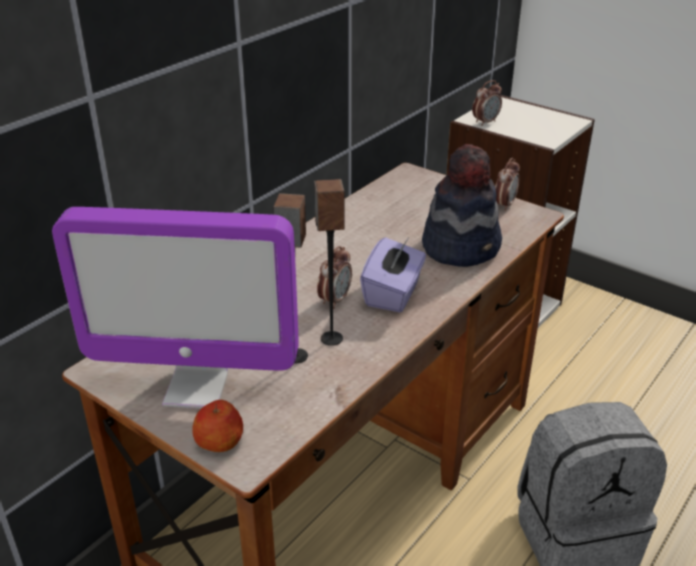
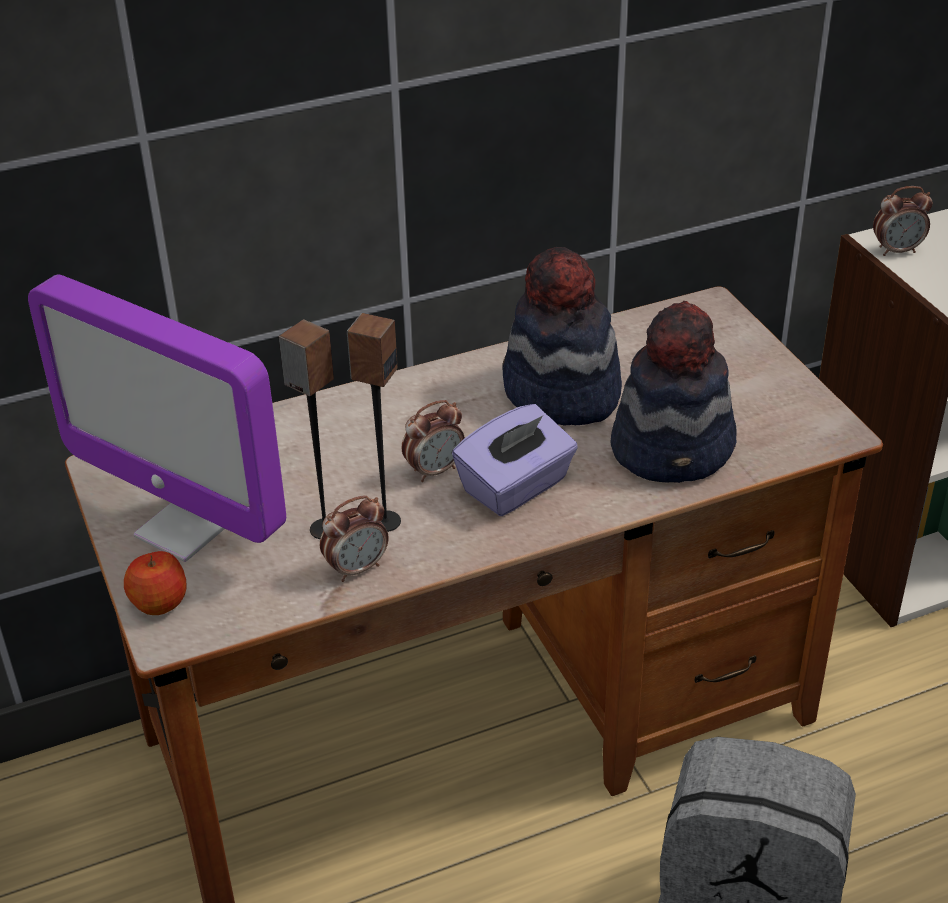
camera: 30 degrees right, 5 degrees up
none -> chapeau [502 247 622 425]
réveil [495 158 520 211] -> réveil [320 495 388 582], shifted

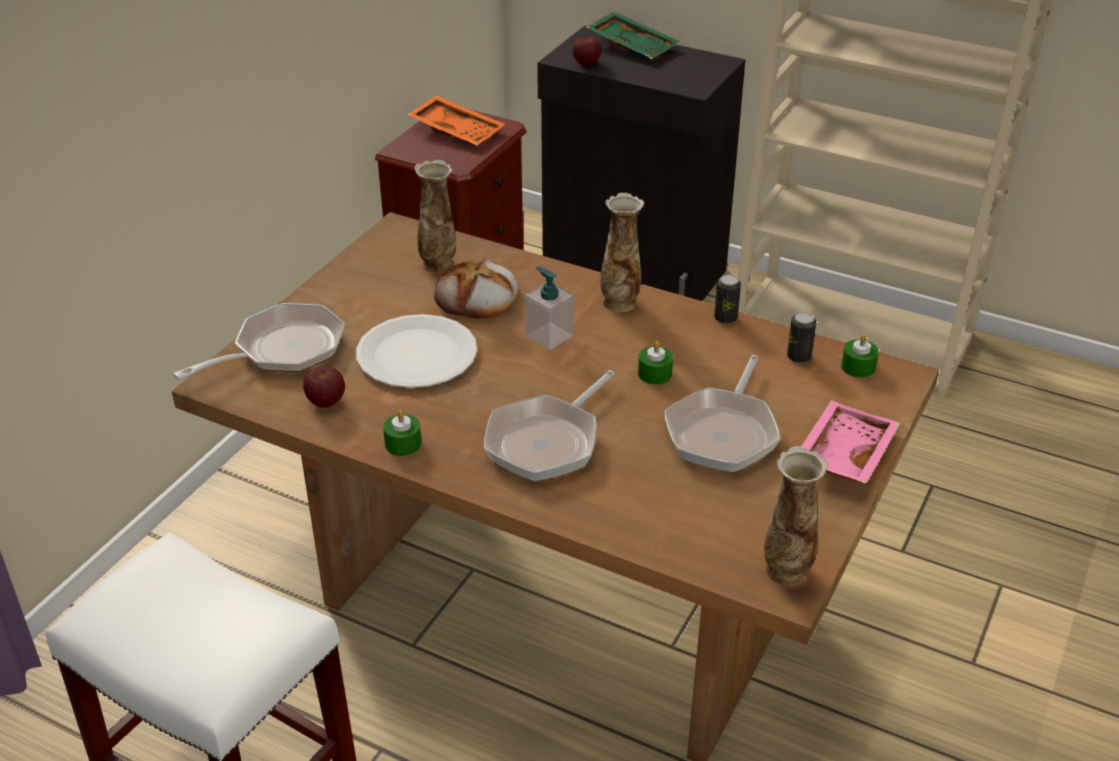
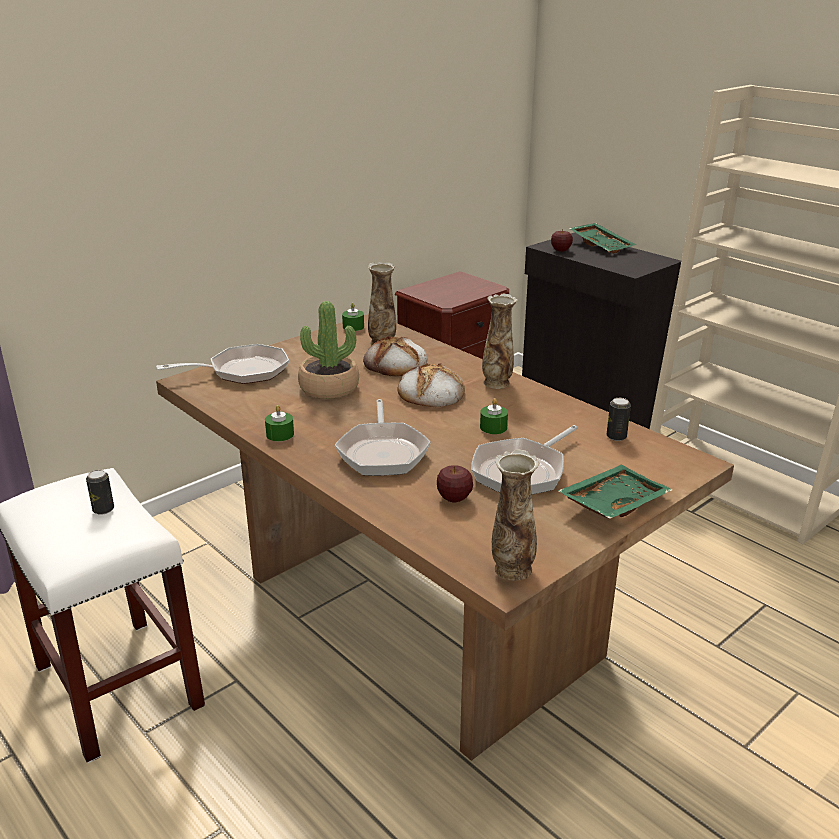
camera: 20 degrees right, 10 degrees down
plateau (orange) [407 95 505 146] -> none
pomme [303 366 345 408] -> pomme [437 465 473 502], shifted
boîte métallique [714 274 741 324] -> boîte métallique [86 470 114 515], shifted
bougie (vert) [841 334 879 378] -> bougie (vert) [342 303 364 331], shifted
assiette (blanc) [356 314 477 388] -> plante en pot [298 301 359 399]
distributeur de savon [525 266 574 350] -> pain [397 363 465 407]
plateau (rose) [801 400 900 484] -> plateau (vert) [558 465 672 519]
poêle [484 370 615 481] -> poêle [334 399 431 476], 60 degrees counterclockwise

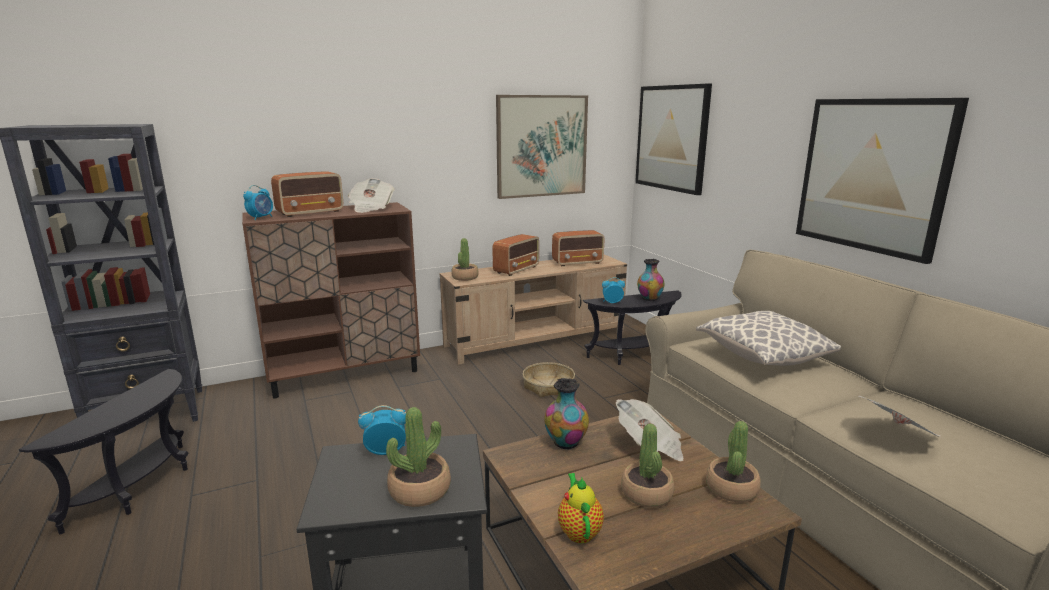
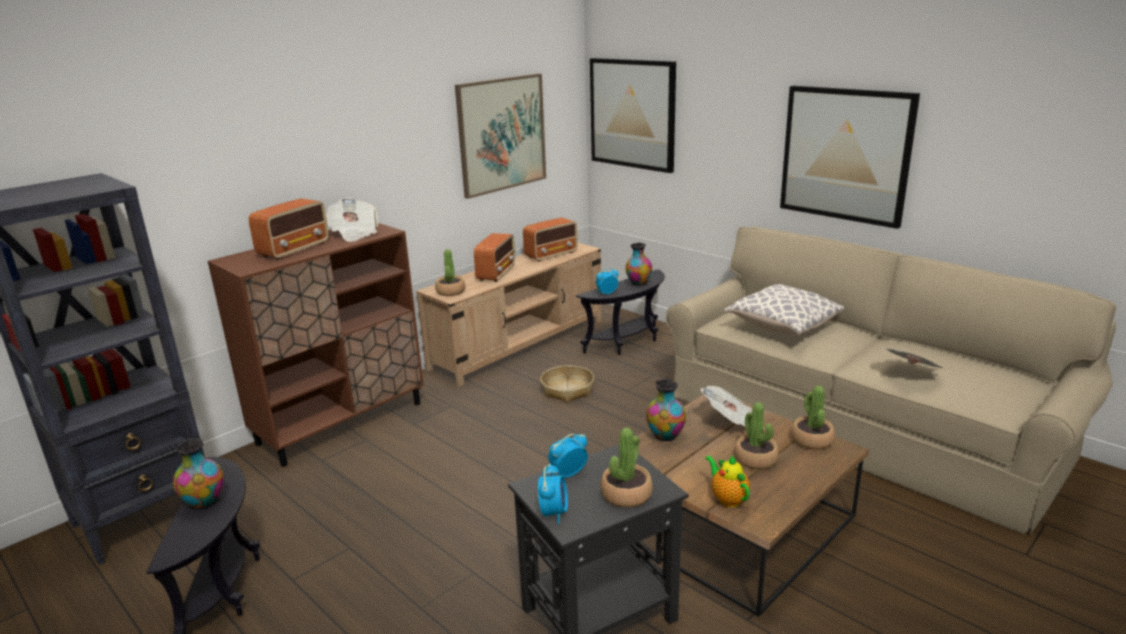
camera: 20 degrees left, 5 degrees up
none -> vase [173 438 224 510]
réveil [243 185 273 220] -> réveil [538 463 568 524], shifted

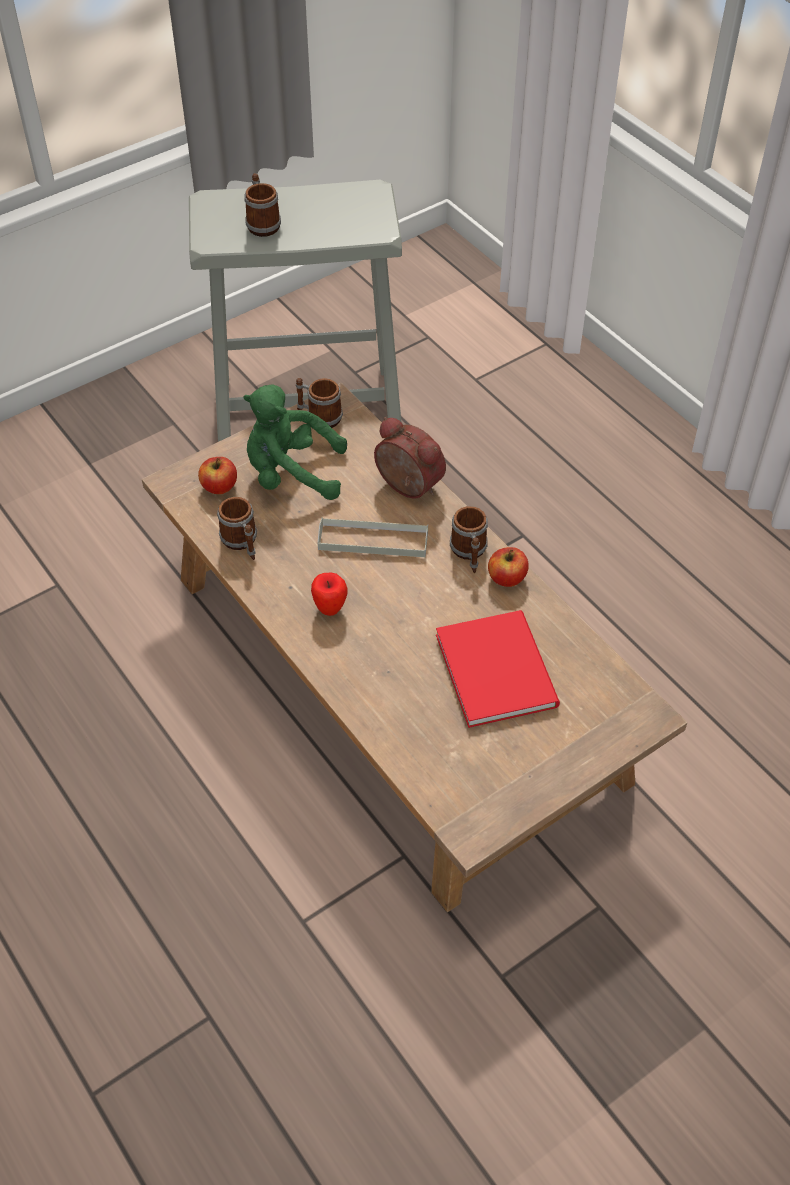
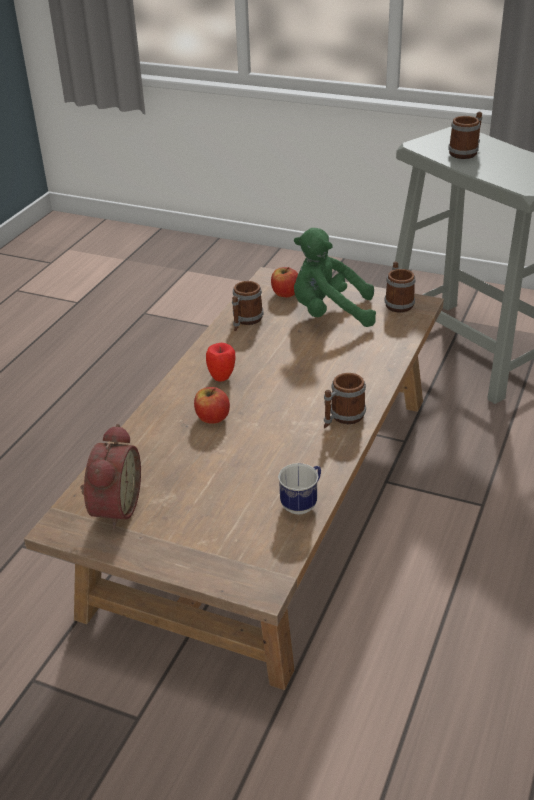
camera: 60 degrees right, 15 degrees down
plateau (gris) [318 517 428 557] -> none
livre (rouge) [436 610 560 728] -> none
none -> mug [278 463 321 515]
réveil [374 417 446 498] -> réveil [81 424 141 529], shifted
pomme [488 547 529 587] -> pomme [194 387 230 424], shifted
peluche (vert) [243 384 347 500] -> peluche (vert) [294 228 376 327], 60 degrees counterclockwise

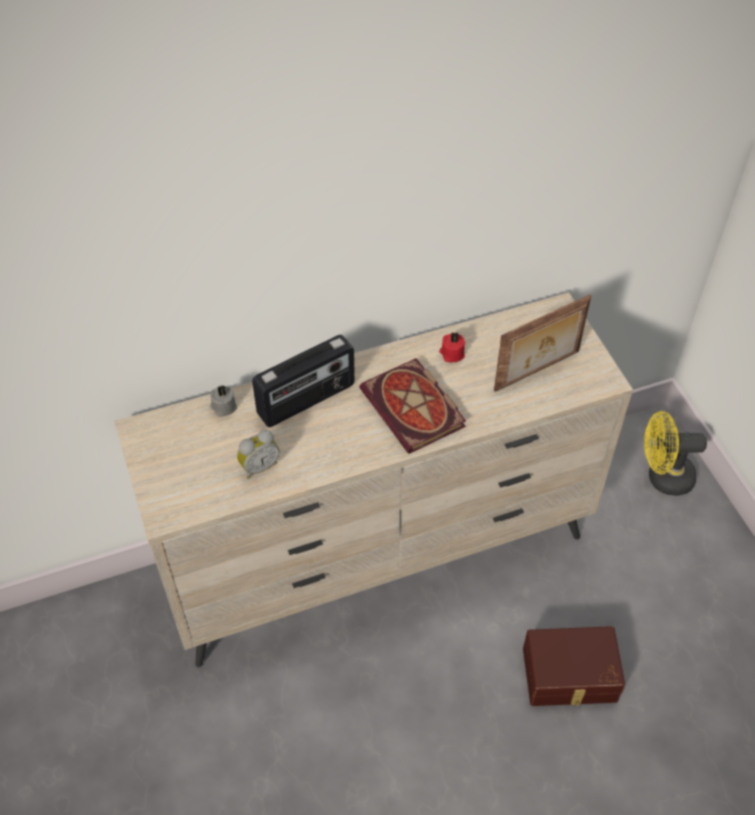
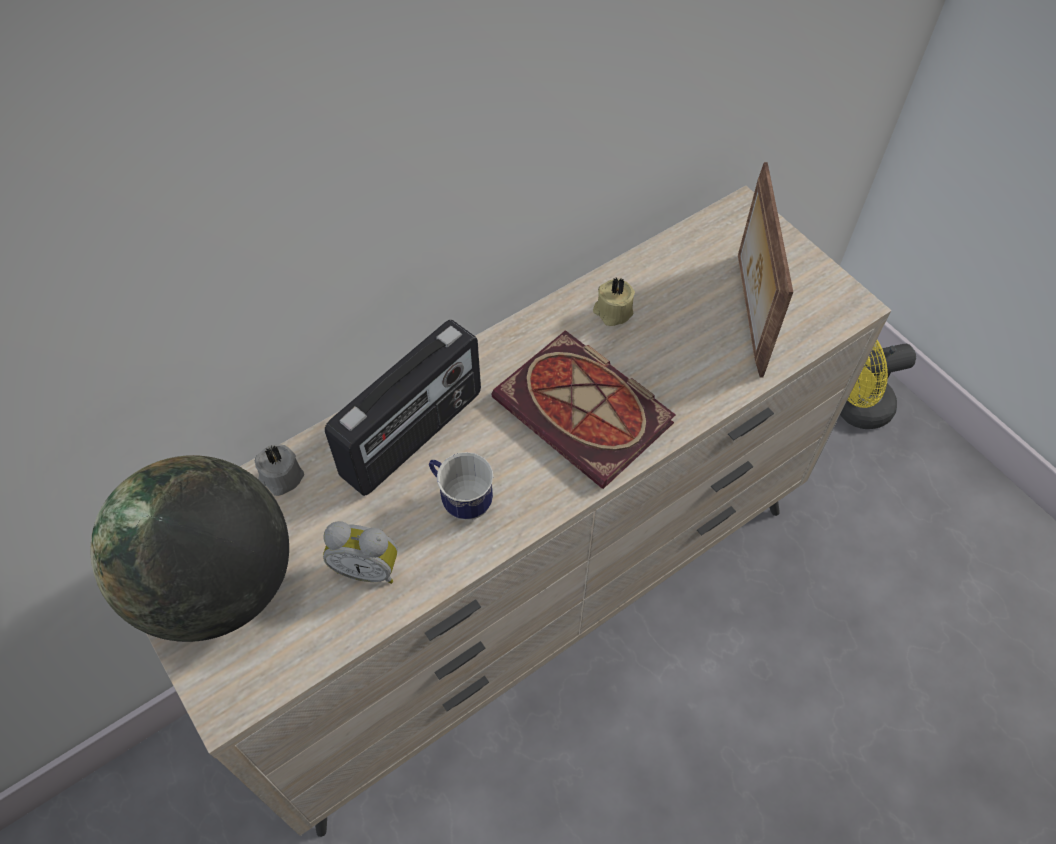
camera: 15 degrees left, 5 degrees up
boîte de rangement (marron) [523 626 625 706] -> none
none -> globe [91 455 289 642]
none -> mug [429 452 493 520]
bougie (rouge) [439 332 465 362] -> bougie (beige) [593 277 635 326]
réveil [237 430 279 478] -> réveil [323 521 397 584], 60 degrees clockwise
cadre photo [494 294 591 392] -> cadre photo [738 162 793 378], 135 degrees clockwise

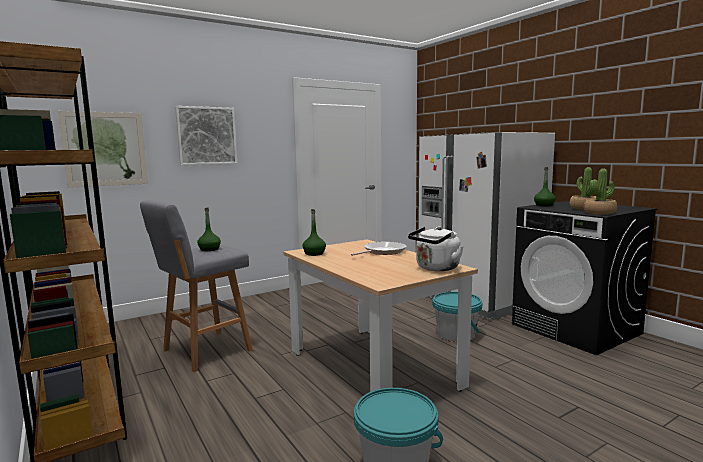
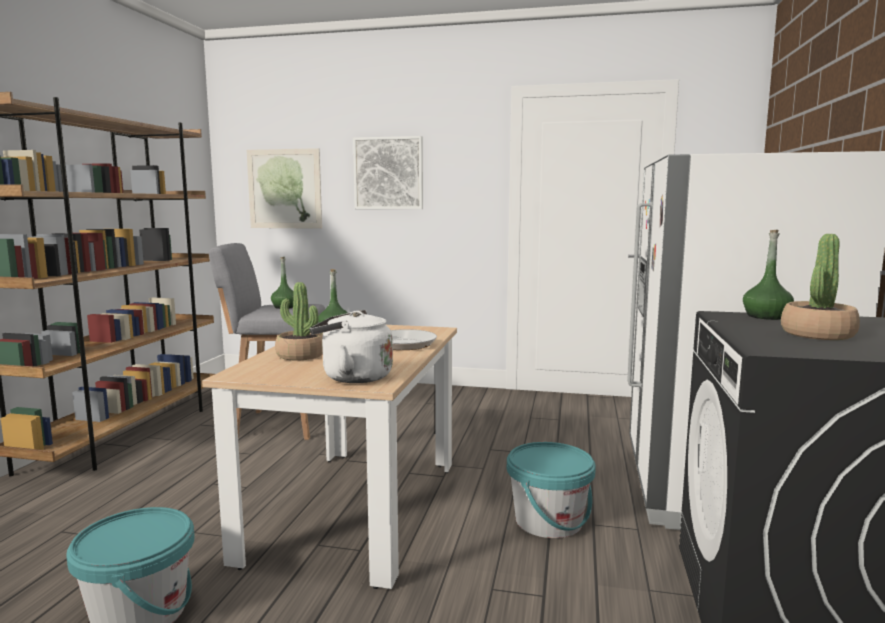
camera: 45 degrees right, 0 degrees up
plante en pot [584 169 617 214] -> plante en pot [275 282 323 361], shifted

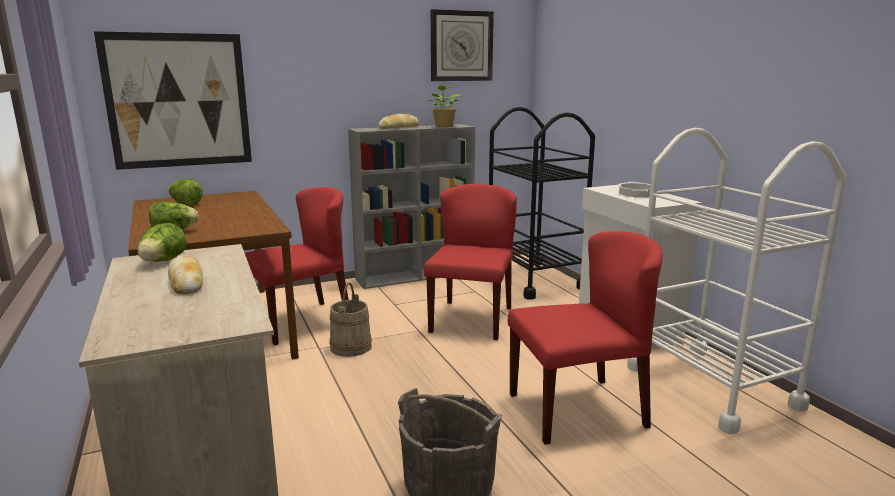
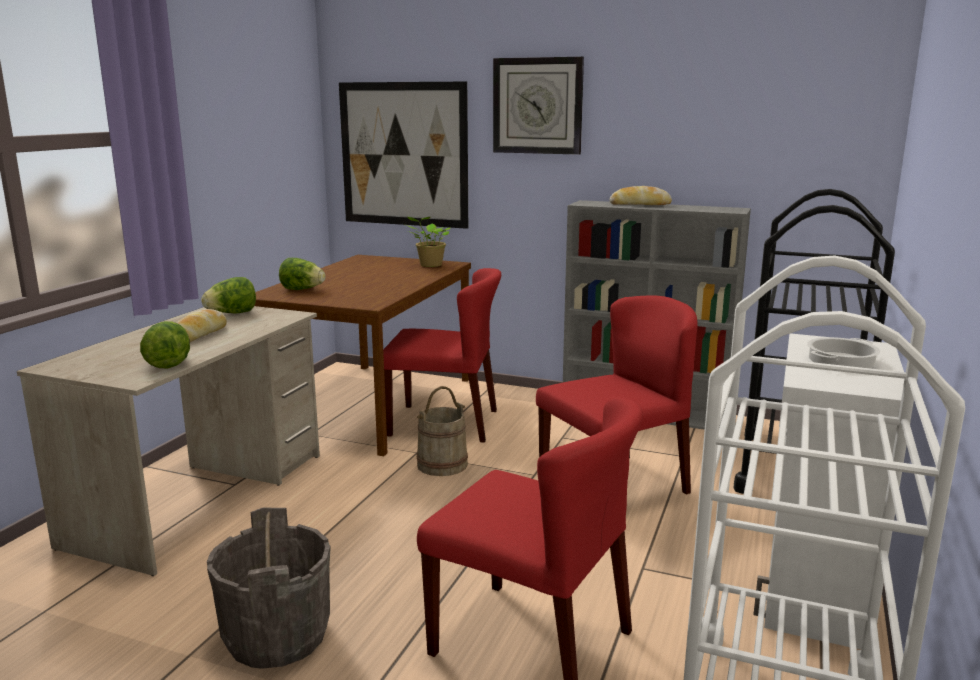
camera: 45 degrees right, 0 degrees up
laitue [168 179 203 206] -> laitue [140 321 190 368], shifted
plante en pot [430 85 461 127] -> plante en pot [406 217 450 267], shifted
horloge murale [431 9 494 81] -> horloge murale [493 57 584 155], shifted

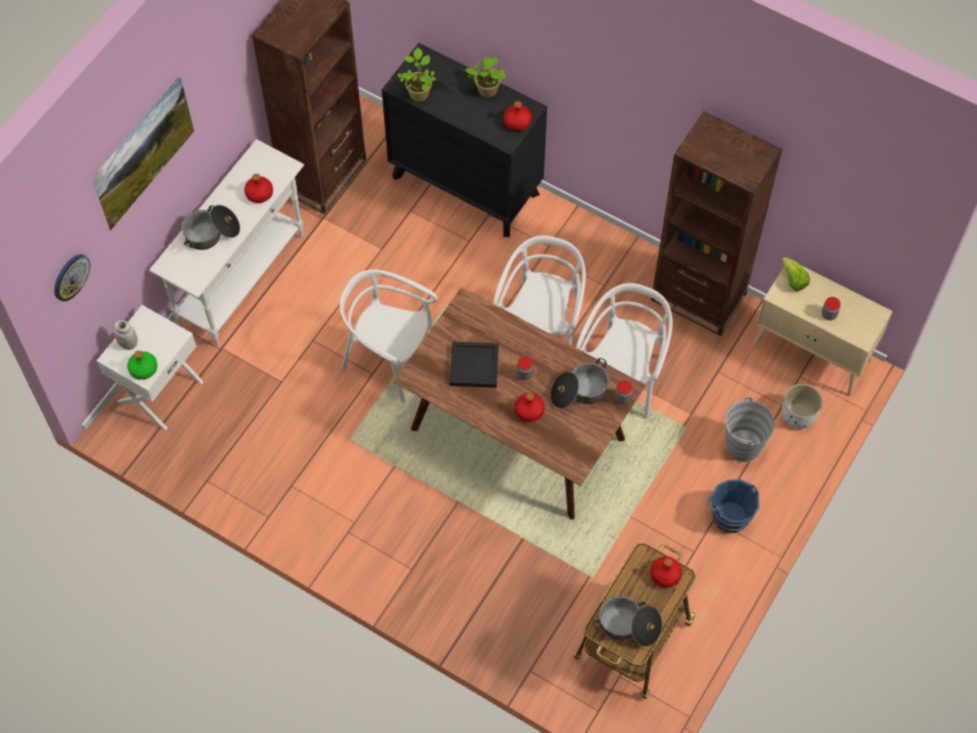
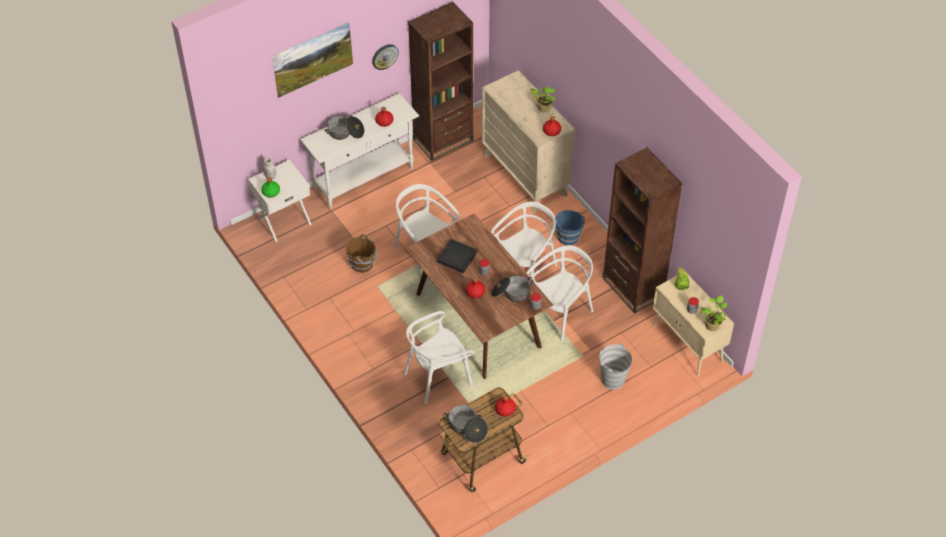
camera: 25 degrees right, 10 degrees down
cache-pot (blanc) [782 384 823 429] -> none
none -> seau (marron) [346 235 377 273]
none -> chaise (blanc) [404 311 474 404]
horloge murale [54 254 90 302] -> horloge murale [372 44 399 70], shifted
plante en pot [397 47 436 102] -> plante en pot [701 295 727 331], shifted
seau (bleu) [706 479 759 533] -> seau (bleu) [555 210 585 245], shifted
commode (noir) [382 43 547 237] -> commode (beige) [482 70 575 213]

